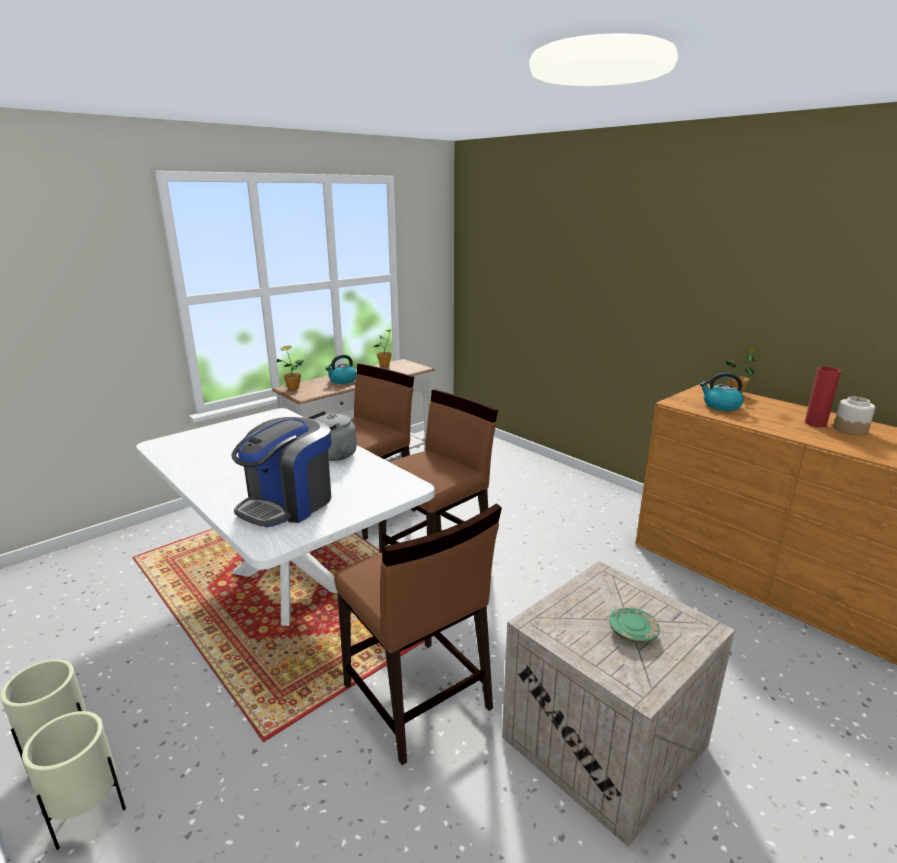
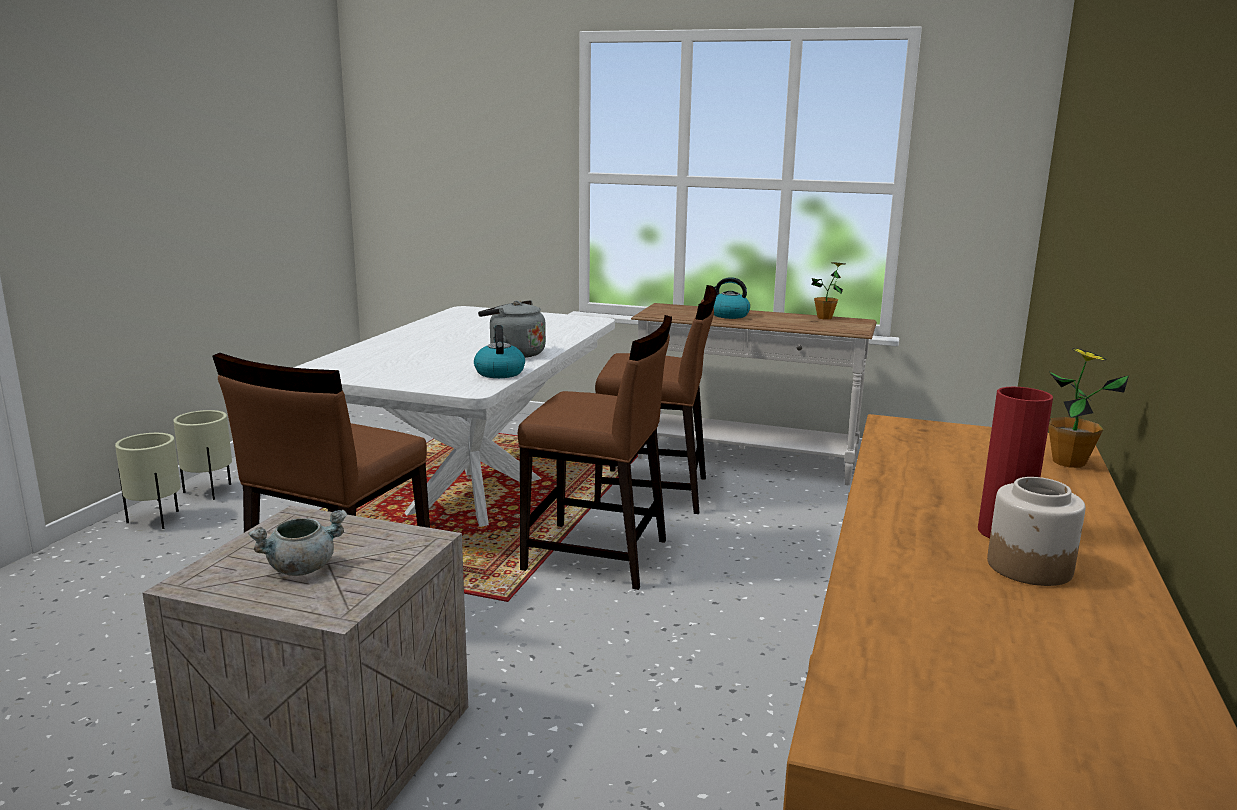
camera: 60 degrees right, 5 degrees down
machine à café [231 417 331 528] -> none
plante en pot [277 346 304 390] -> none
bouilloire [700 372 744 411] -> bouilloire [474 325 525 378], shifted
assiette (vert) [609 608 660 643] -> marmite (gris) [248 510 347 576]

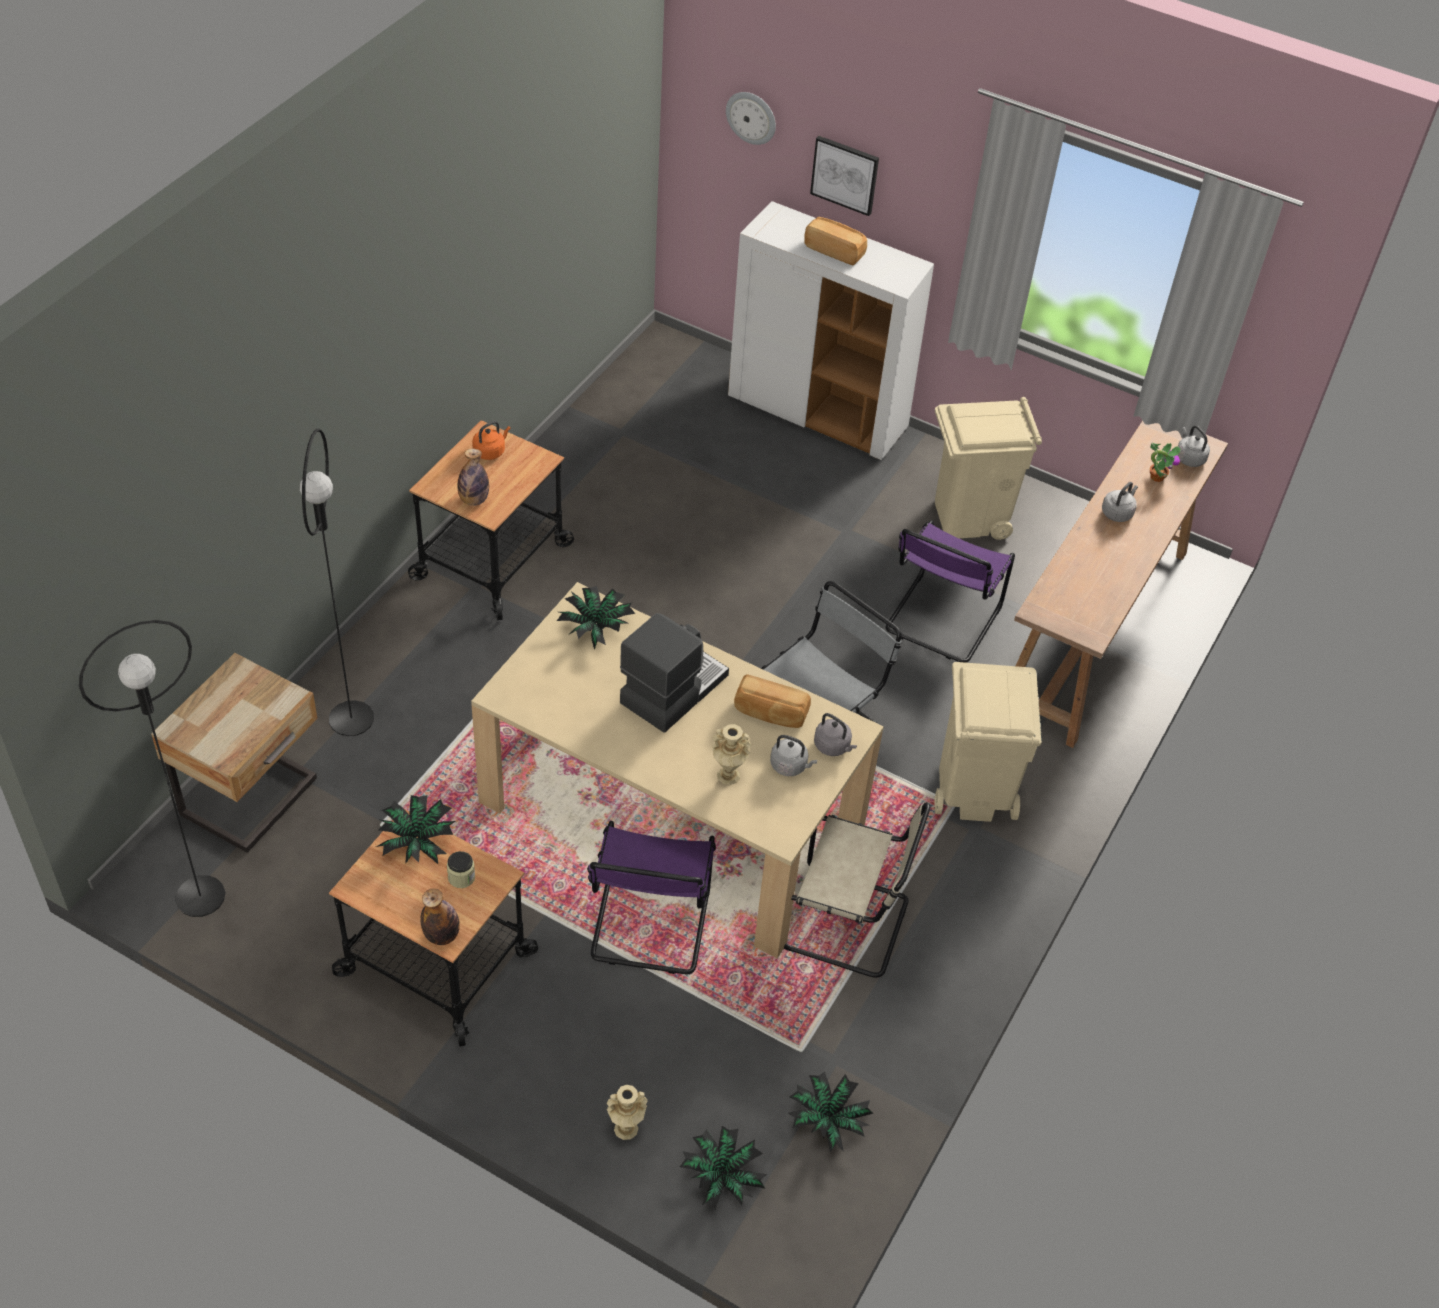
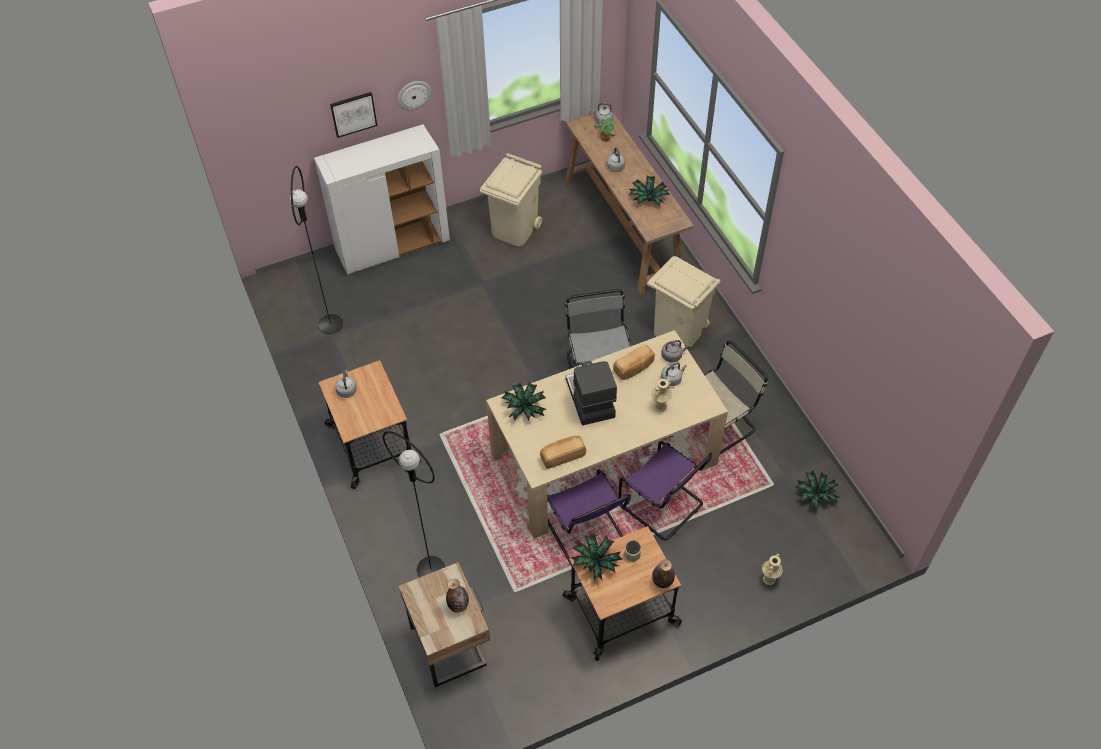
camera: 50 degrees left, 5 degrees up
lampadaire (noir) [79 620 225 917] -> lampadaire (noir) [290 166 343 334], shifted
bouteille [458 448 489 506] -> bouteille [446 579 469 613], shifted
plante en pot [680 1126 767 1209] -> plante en pot [629 176 670 206], shifted
horloge murale [726 92 776 145] -> horloge murale [398 81 432 110], shifted
pain [804 217 867 266] -> pain [540 436 586 469], shifted
chaise (violet) [886 520 1015 663] -> chaise (violet) [547 469 631 565], shifted
bouilloire (orange) [472 421 510 460] -> bouilloire (gris) [335 370 357 398]

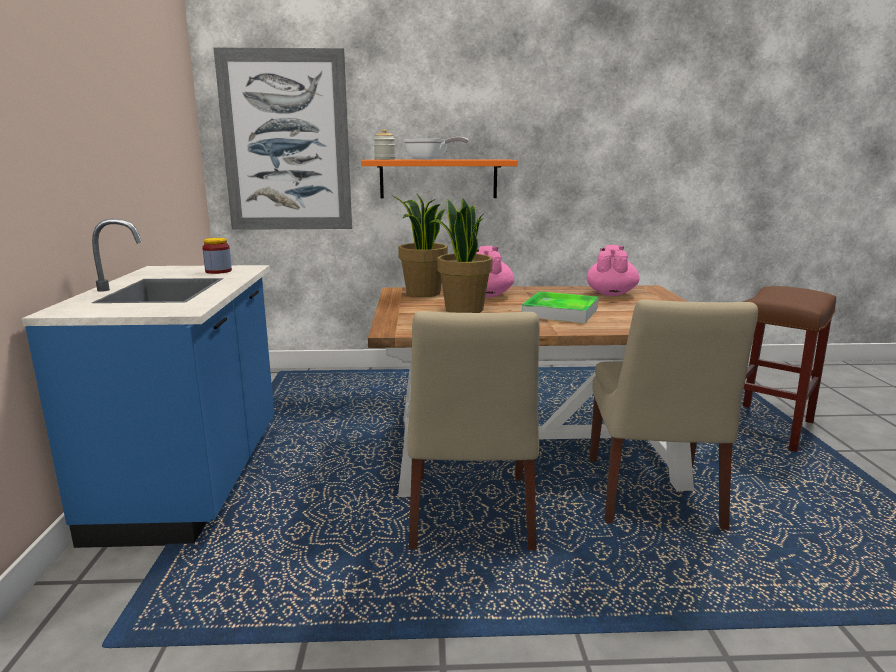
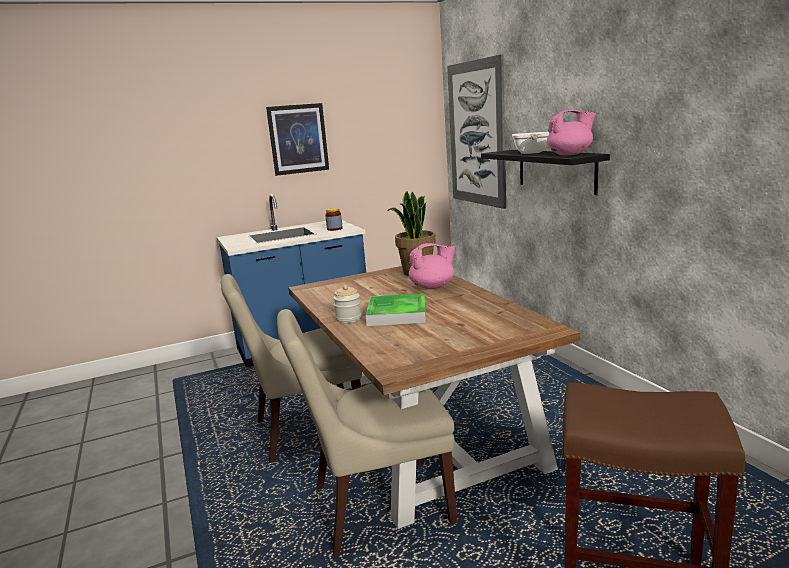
camera: 70 degrees right, 0 degrees up
plante en pot [429 199 492 313] -> none
none -> tableau [266 103 329 176]
bocal [374 129 396 160] -> bocal [333 285 361 323], shifted
théière (rose) [587 245 639 296] -> théière (rose) [546 110 596 156], shifted
étagère (orange) [361 160 518 199] -> étagère (noir) [481 150 610 195]

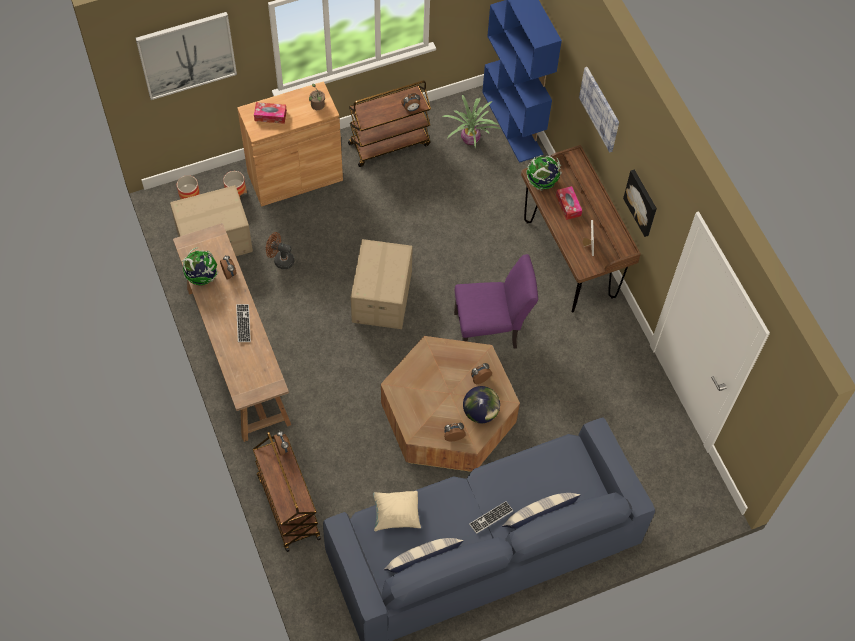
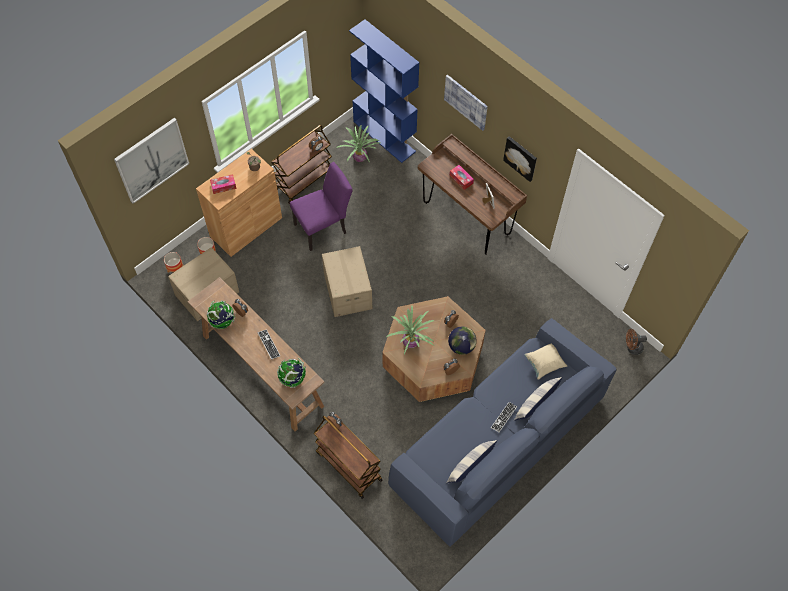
camera: 20 degrees left, 0 degrees up
none -> plante en pot [386 306 435 355]
ventilateur (marron) [266 232 294 269] -> ventilateur (marron) [626 329 647 355], shifted
coussin (beige) [373 491 421 531] -> coussin (beige) [524 343 567 380], shifted
chaise (violet) [454 254 538 349] -> chaise (violet) [290 162 353 251], shifted
globe [526 155 562 190] -> globe [277 358 306 388], shifted

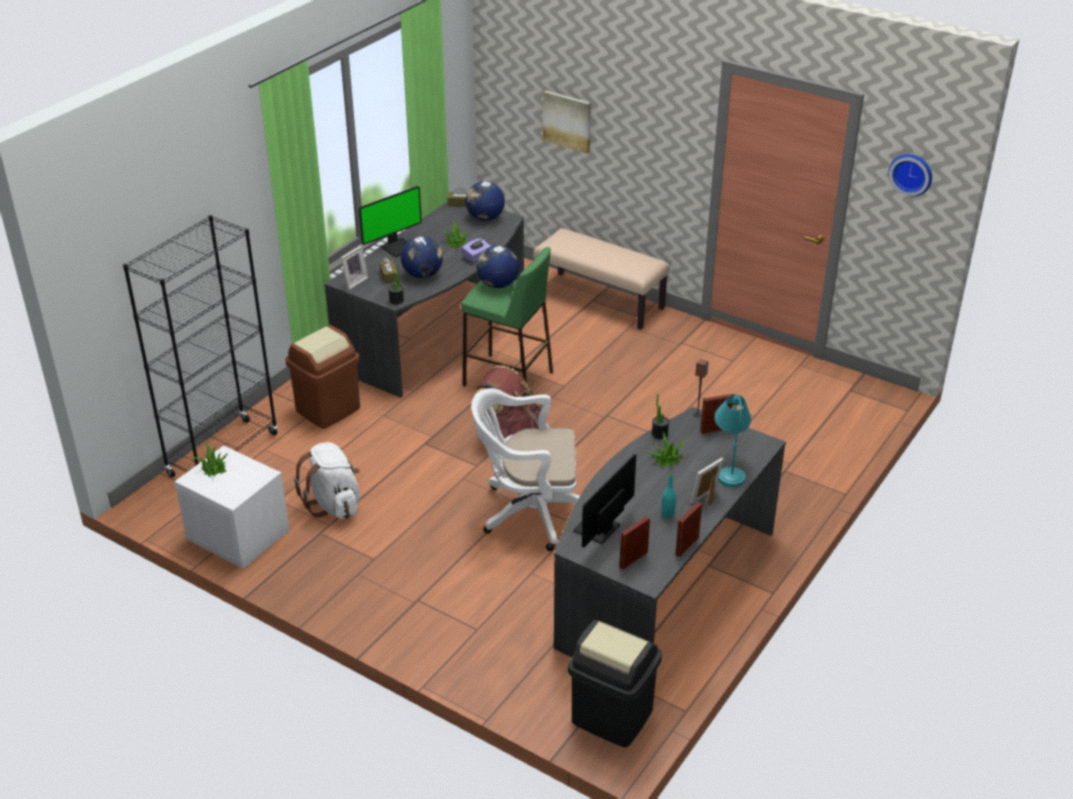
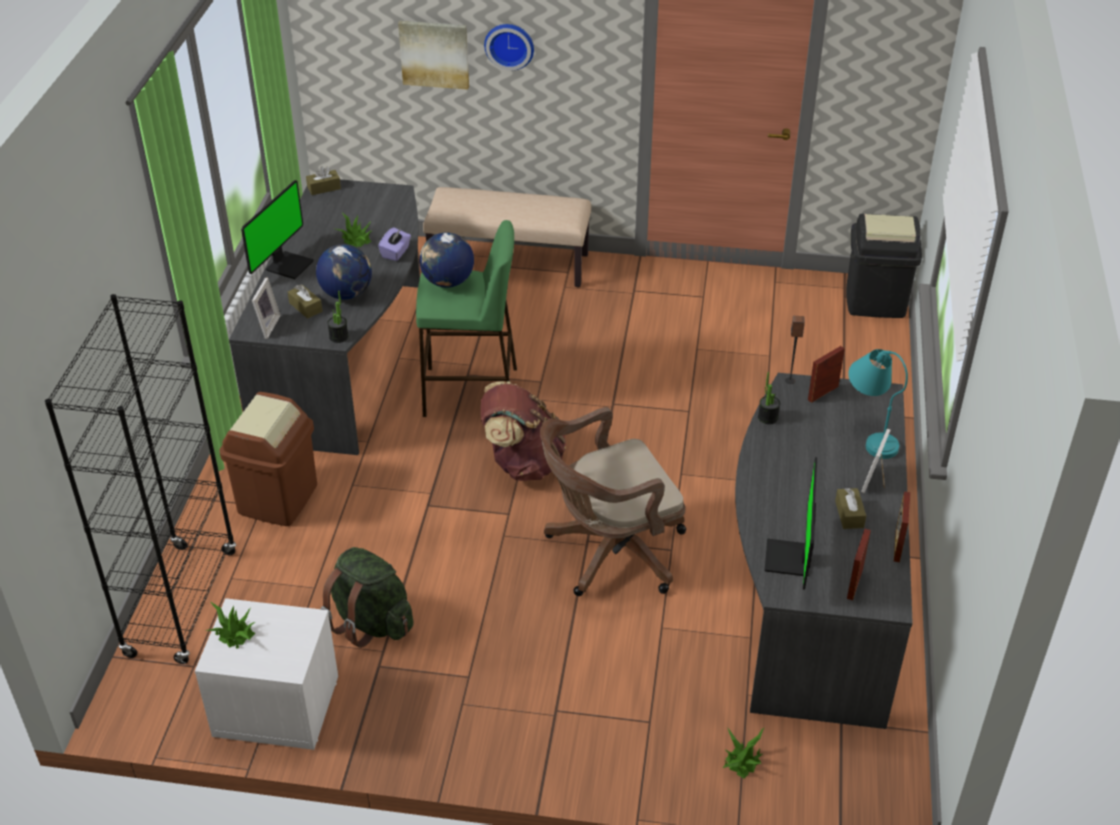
camera: 25 degrees left, 5 degrees up
globe [466 181 505 221] -> none
poubelle (noir) [568 620 662 748] -> poubelle (noir) [846 213 922 318], shifted
plante en pot [646 432 690 468] -> plante en pot [722 727 765 779], shifted
horloge murale [888 154 932 196] -> horloge murale [484 24 534 70], shifted
bouteille (turquoise) [661 473 676 519] -> boîte à mouchoirs (marron) [835 488 866 529]
sac à dos (blanc) [294 442 360 519] -> sac à dos (vert) [321 547 413 648]
chaise de bureau (blanc) [471 388 580 551] -> chaise de bureau (marron) [540 407 686 596]

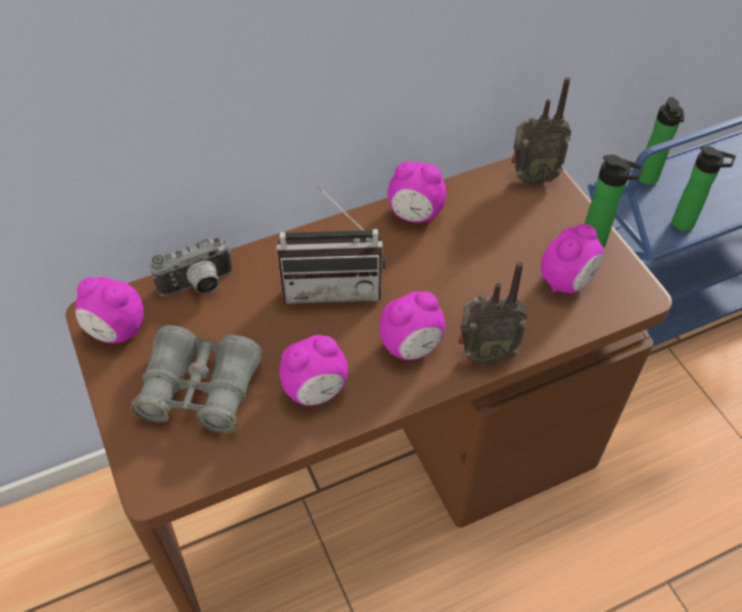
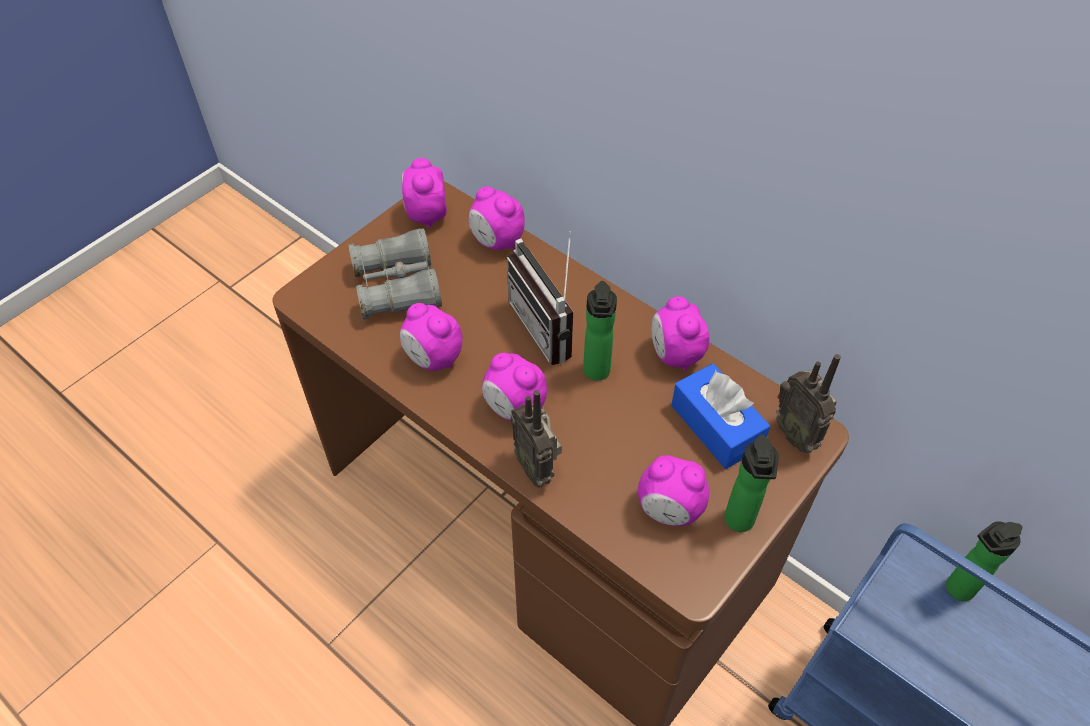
camera: 65 degrees right, 0 degrees up
none -> boîte à mouchoirs (bleu) [671 363 770 469]
bouteille [672 146 736 231] -> bouteille [583 281 617 381], shifted
appareil photo [150 238 232 296] -> réveil [469 186 525 250]

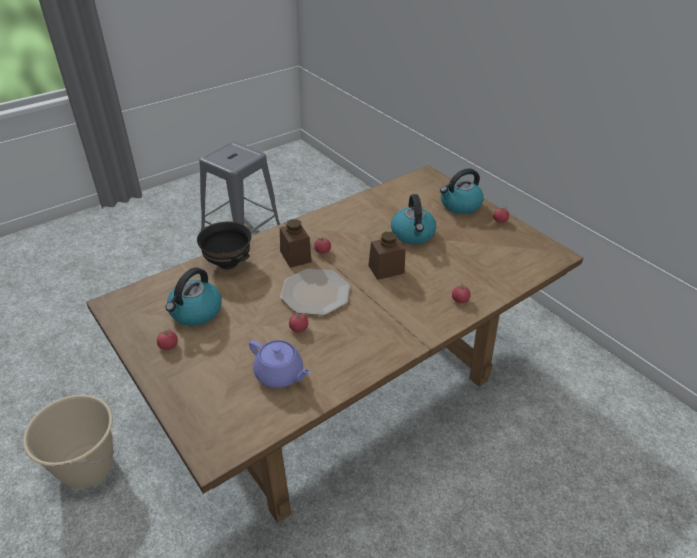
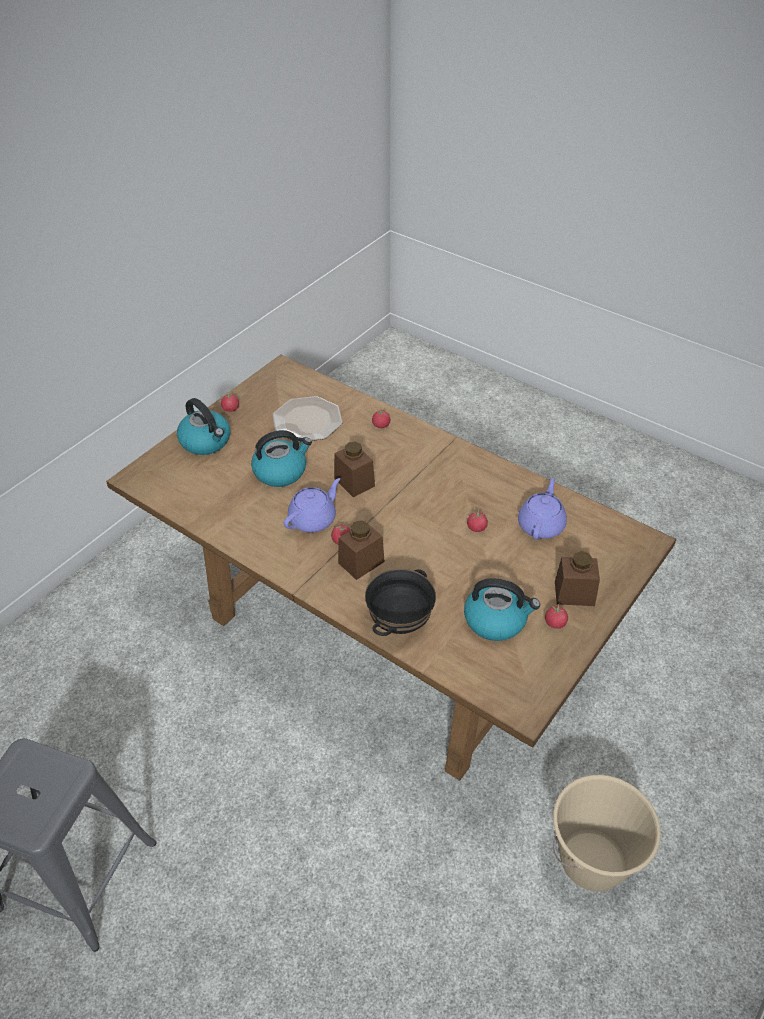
camera: 105 degrees left, 5 degrees up
none -> théière (violet) [284 478 340 533]
none -> bocal (marron) [555 551 600 606]
assiette [280 269 350 315] -> assiette [273 396 343 442], shifted

